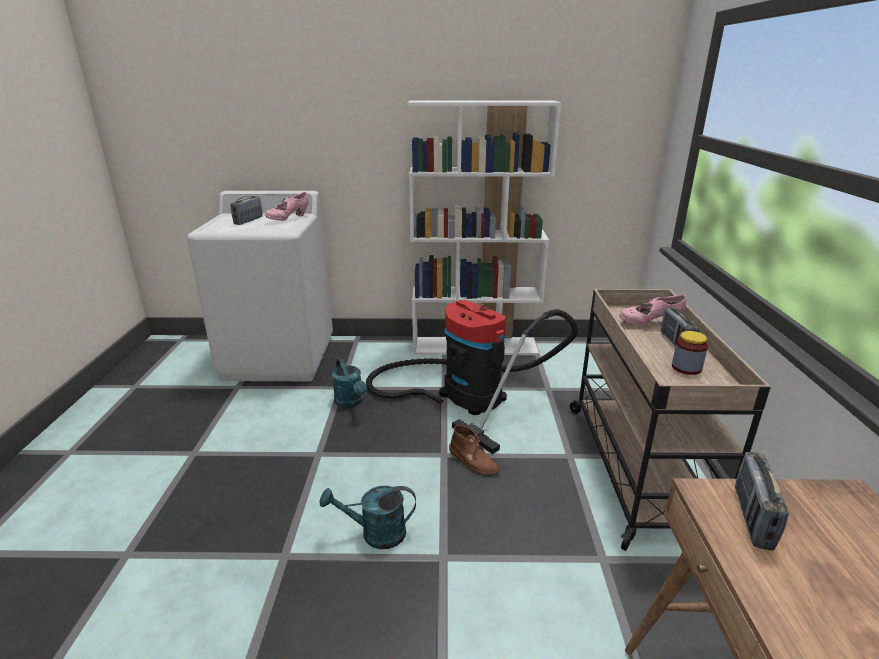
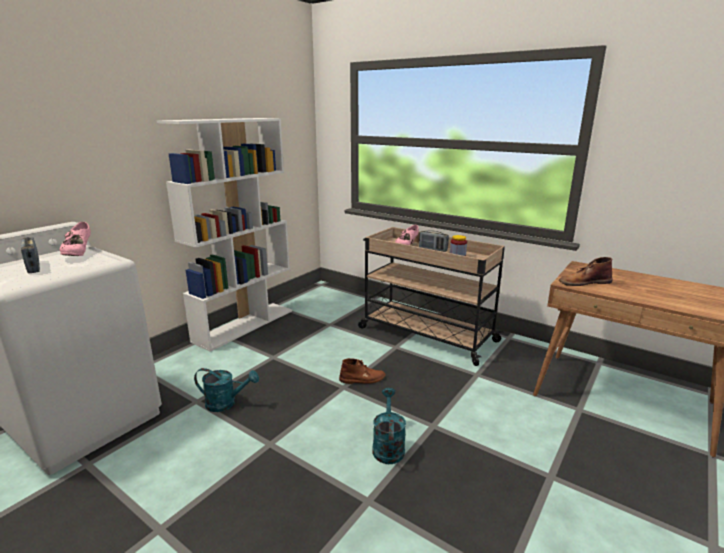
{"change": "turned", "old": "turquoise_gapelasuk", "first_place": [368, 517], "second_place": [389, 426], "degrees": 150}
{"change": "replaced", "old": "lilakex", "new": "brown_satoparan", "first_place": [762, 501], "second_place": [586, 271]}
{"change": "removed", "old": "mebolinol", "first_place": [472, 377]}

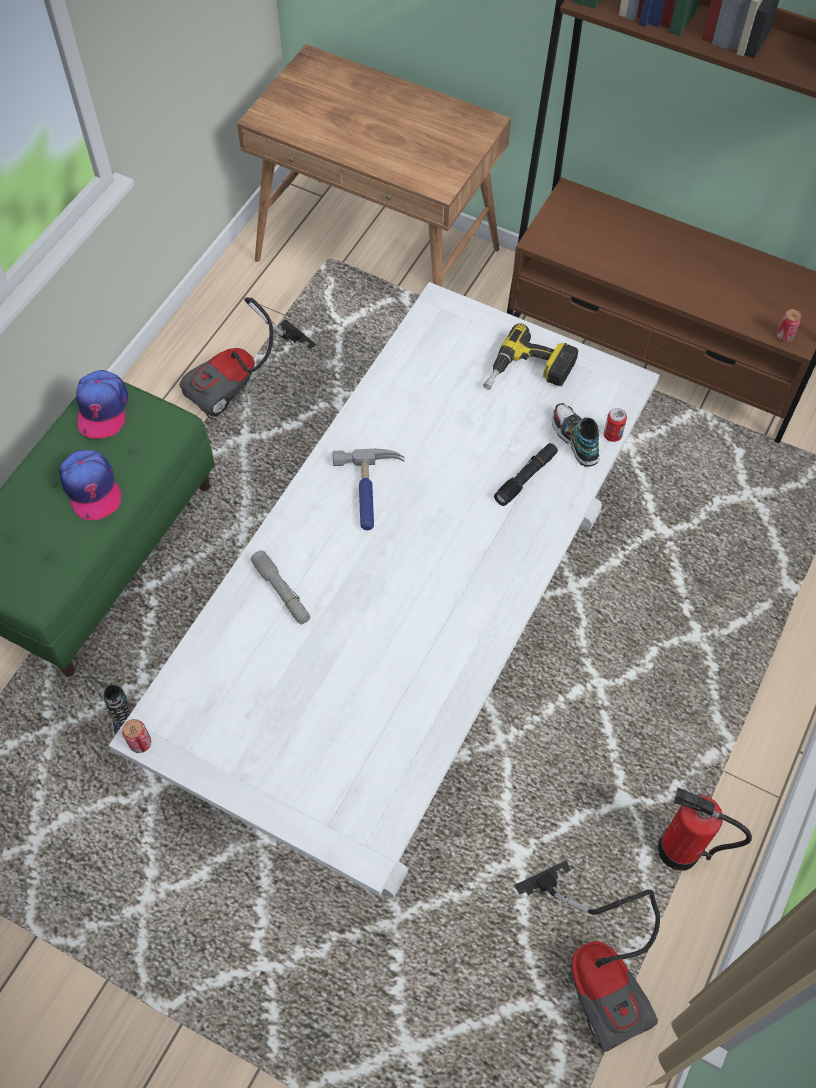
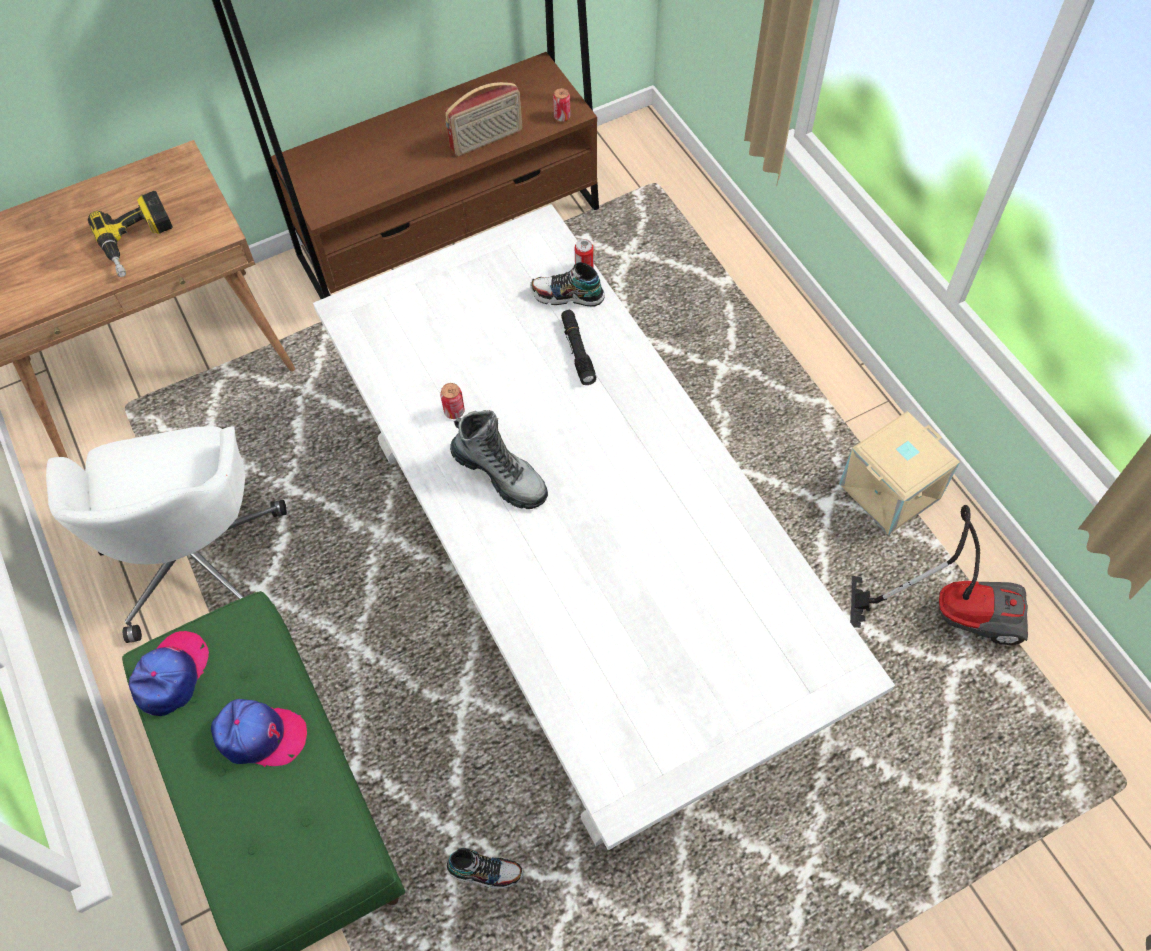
{"change": "replaced", "old": "mebolinol", "new": "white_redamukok", "first_place": [247, 358], "second_place": [166, 534]}
{"change": "moved", "old": "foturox", "first_place": [530, 356], "second_place": [130, 234]}
{"change": "turned", "old": "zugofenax", "first_place": [102, 404], "second_place": [169, 673], "degrees": -105}
{"change": "moved", "old": "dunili", "first_place": [136, 736], "second_place": [452, 401]}
{"change": "added", "new": "lilakex", "second_place": [483, 119]}
{"change": "replaced", "old": "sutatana", "new": "satoparan", "first_place": [369, 489], "second_place": [499, 459]}
{"change": "replaced", "old": "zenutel", "new": "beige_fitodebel", "first_place": [705, 829], "second_place": [899, 473]}
{"change": "removed", "old": "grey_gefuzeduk", "first_place": [280, 587]}

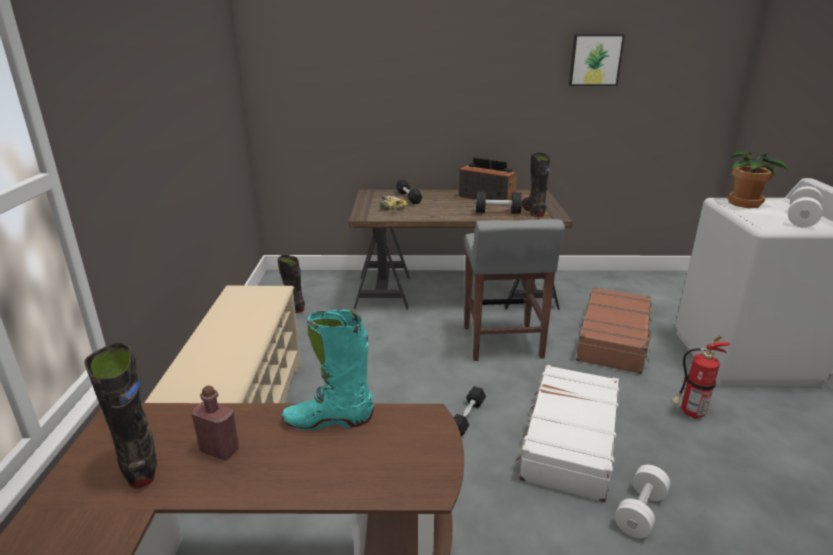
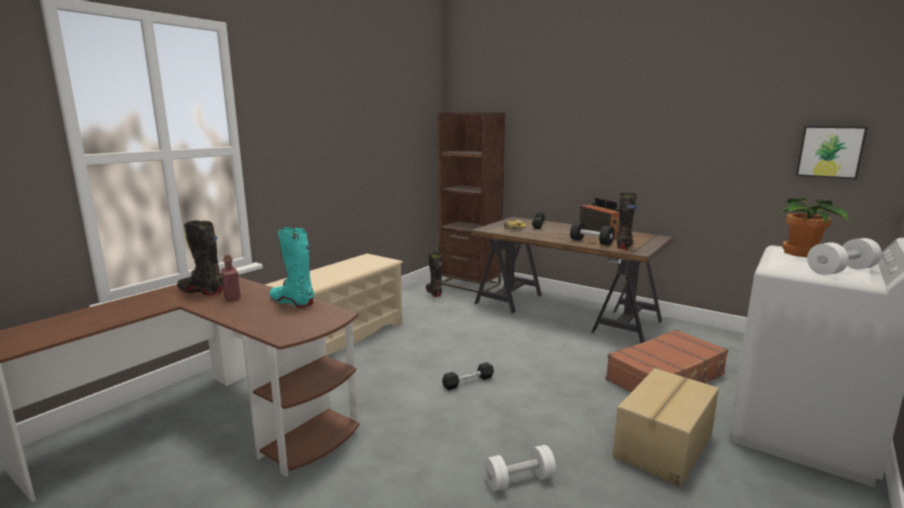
{"change": "turned", "old": "black_satoparan", "first_place": [120, 416], "second_place": [200, 257], "degrees": -75}
{"change": "added", "new": "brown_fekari", "second_place": [471, 203]}
{"change": "replaced", "old": "zenutel", "new": "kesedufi", "first_place": [701, 377], "second_place": [666, 427]}
{"change": "moved", "old": "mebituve", "first_place": [597, 60], "second_place": [832, 152]}
{"change": "removed", "old": "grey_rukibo", "first_place": [514, 290]}
{"change": "removed", "old": "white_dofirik", "first_place": [567, 433]}

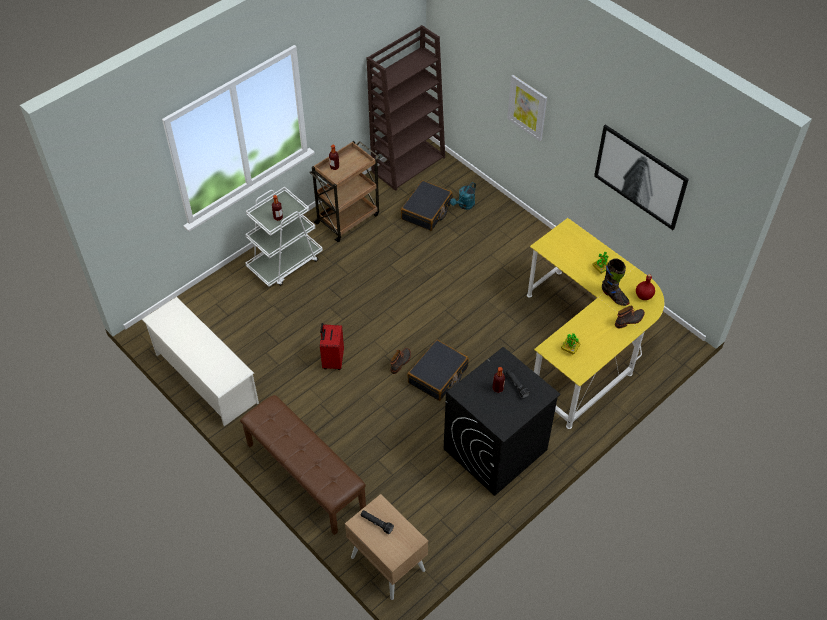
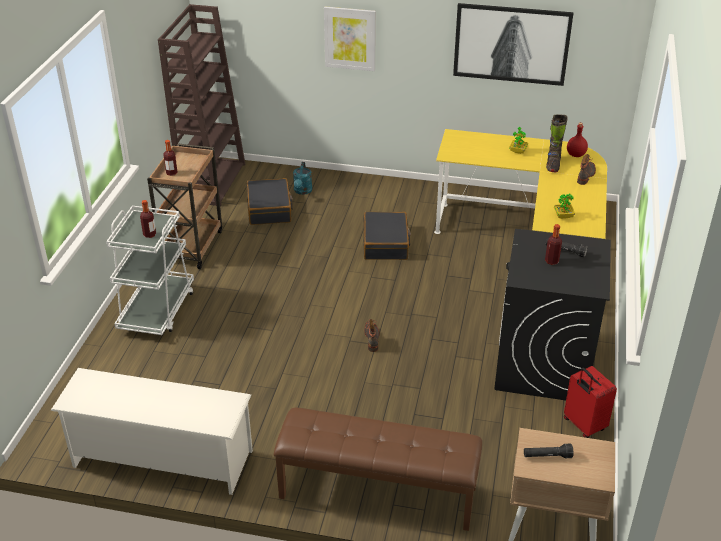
{"change": "moved", "old": "black_dofirik", "first_place": [438, 370], "second_place": [387, 236]}
{"change": "turned", "old": "black_satoparan", "first_place": [616, 282], "second_place": [557, 143], "degrees": 90}
{"change": "moved", "old": "red_dofirik", "first_place": [332, 346], "second_place": [590, 402]}

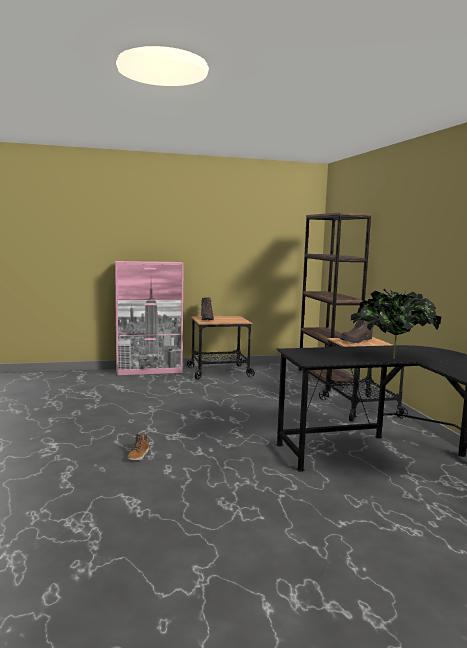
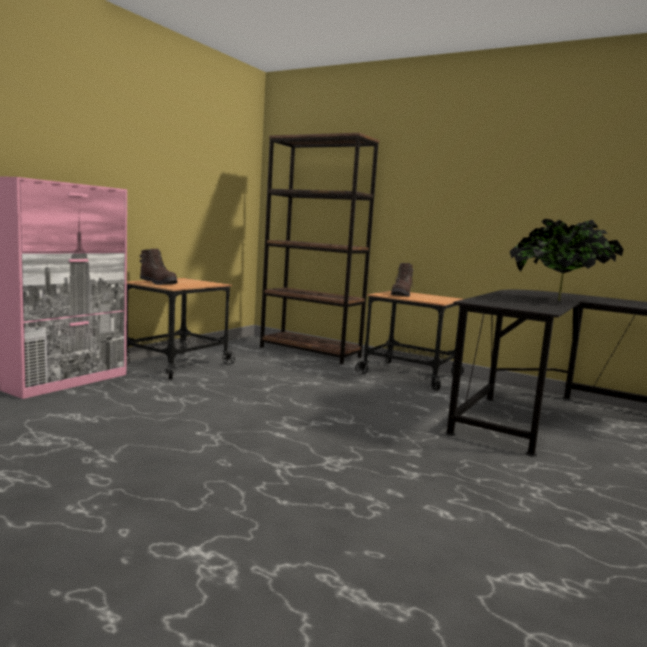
{"change": "removed", "old": "satoparan", "first_place": [138, 447]}

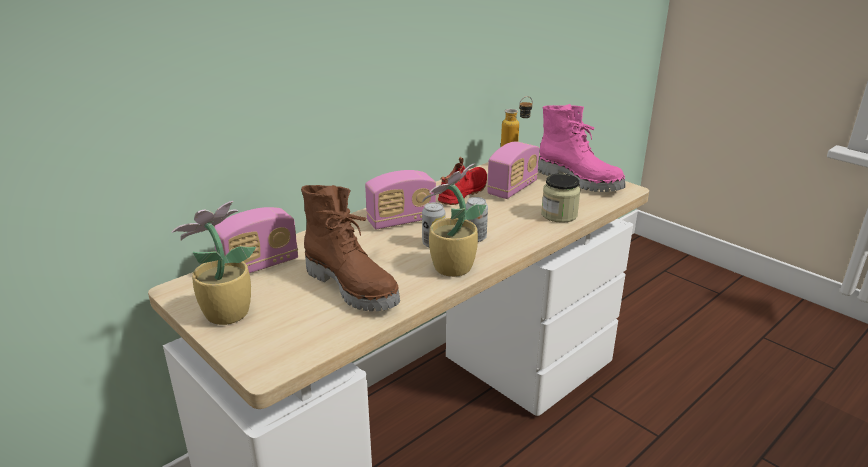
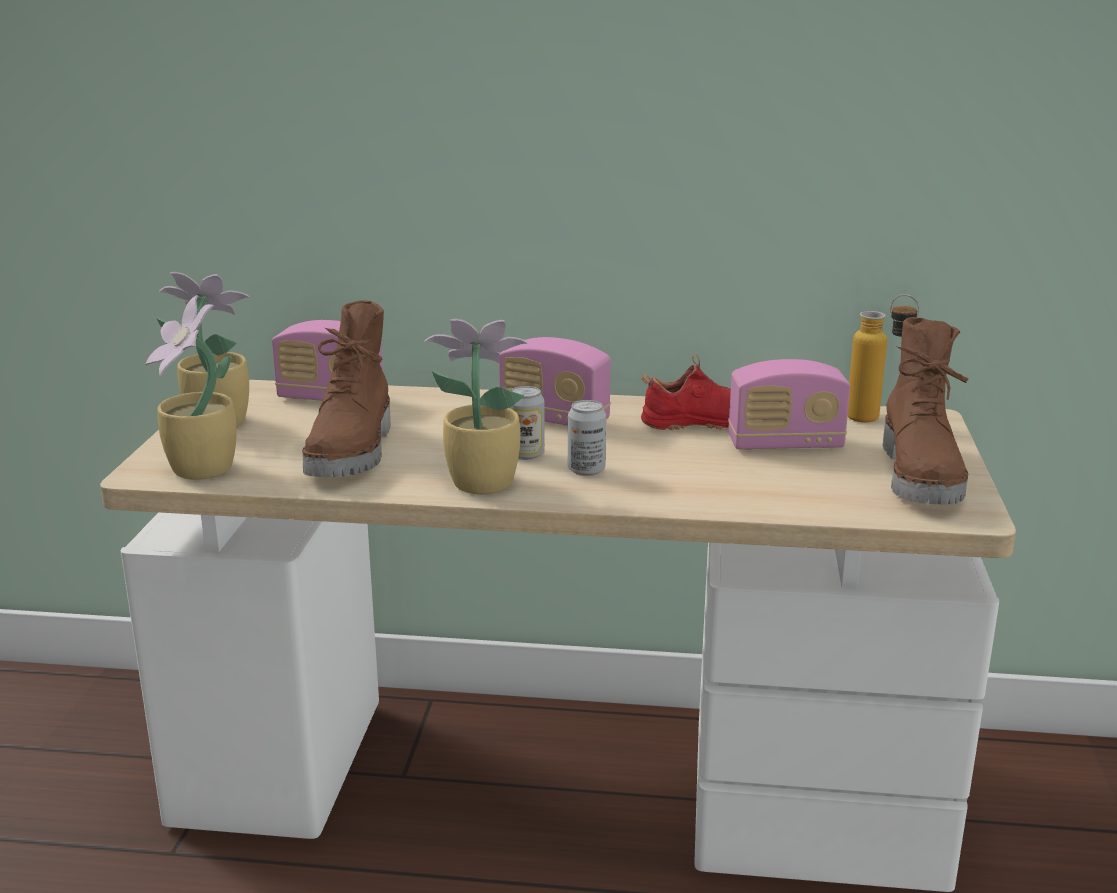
{"change": "added", "new": "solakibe", "second_place": [191, 387]}
{"change": "recoloured", "old": "pink_satoparan", "new": "brown_satoparan", "first_place": [582, 148], "second_place": [926, 411]}
{"change": "removed", "old": "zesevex", "first_place": [561, 198]}

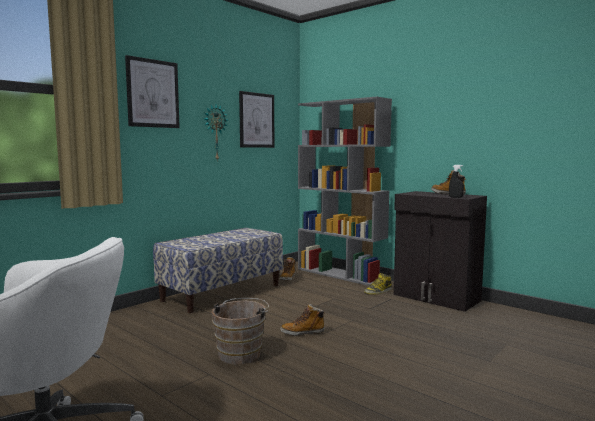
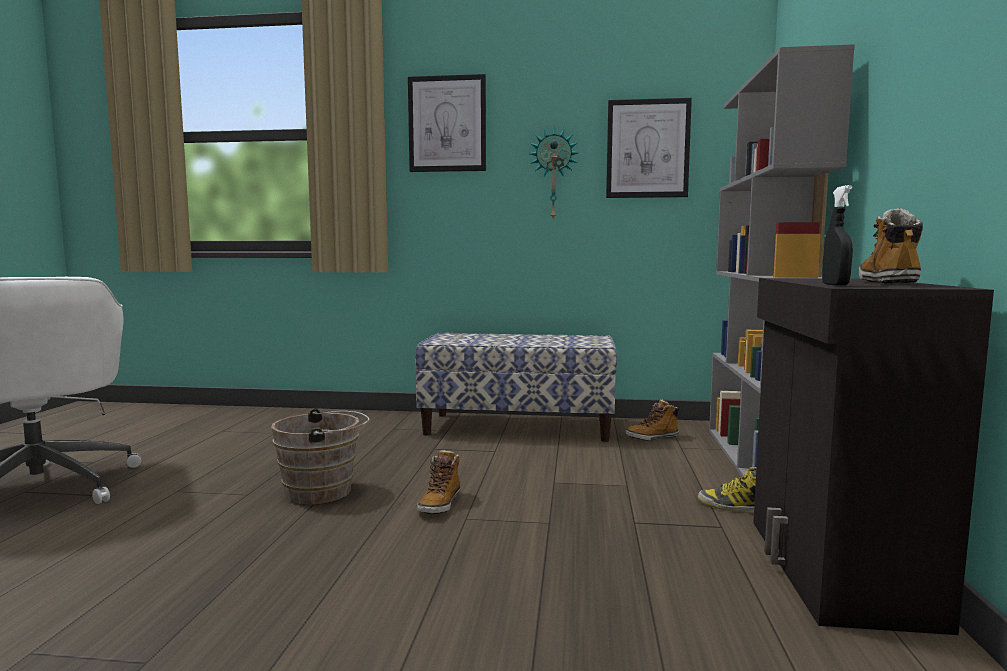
{"change": "turned", "old": "satoparan", "first_place": [303, 320], "second_place": [439, 482], "degrees": -120}

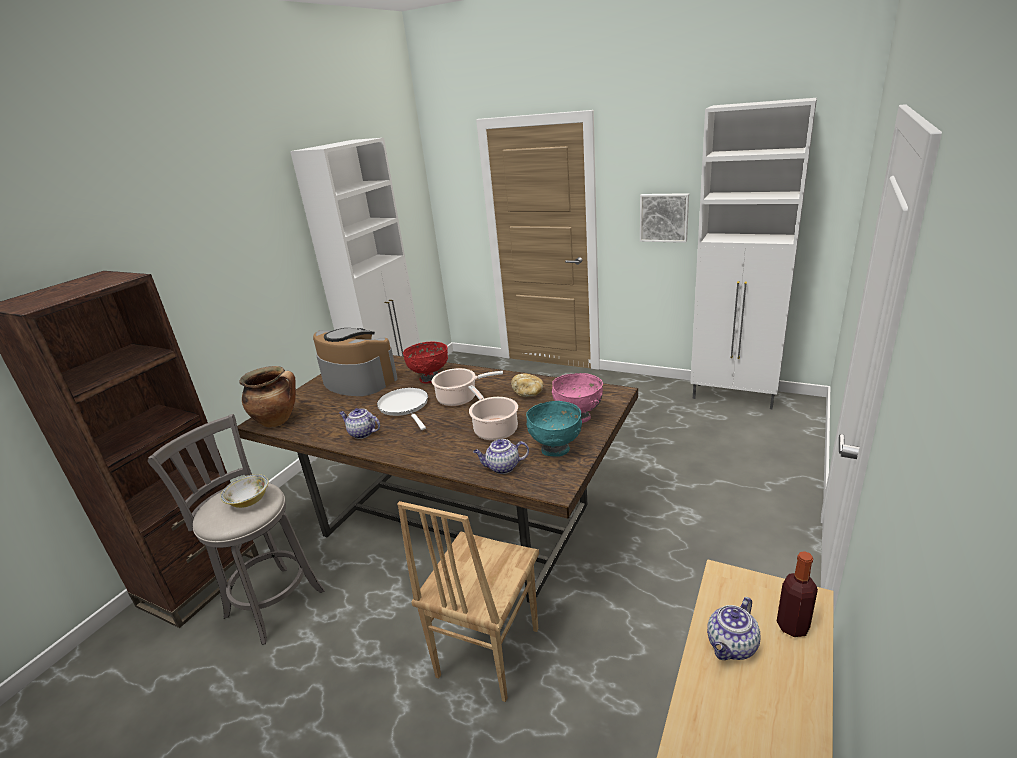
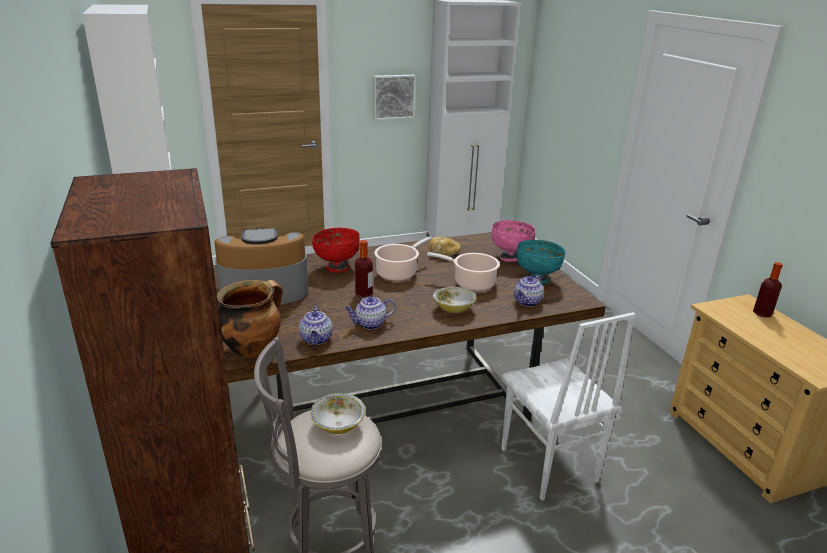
{"change": "moved", "old": "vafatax", "first_place": [734, 628], "second_place": [316, 325]}
{"change": "replaced", "old": "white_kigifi", "new": "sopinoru", "first_place": [402, 409], "second_place": [364, 268]}
{"change": "added", "new": "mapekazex", "second_place": [455, 300]}
{"change": "recoloured", "old": "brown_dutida", "new": "white_dutida", "first_place": [468, 601], "second_place": [568, 406]}

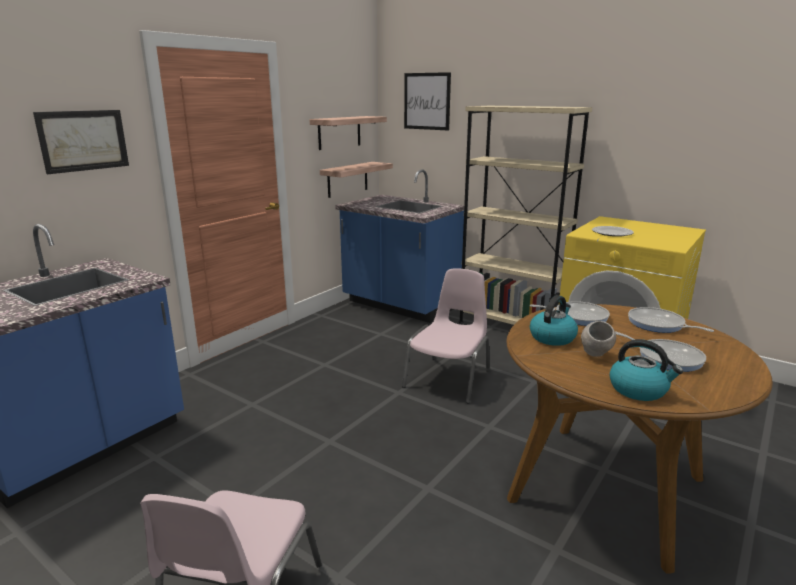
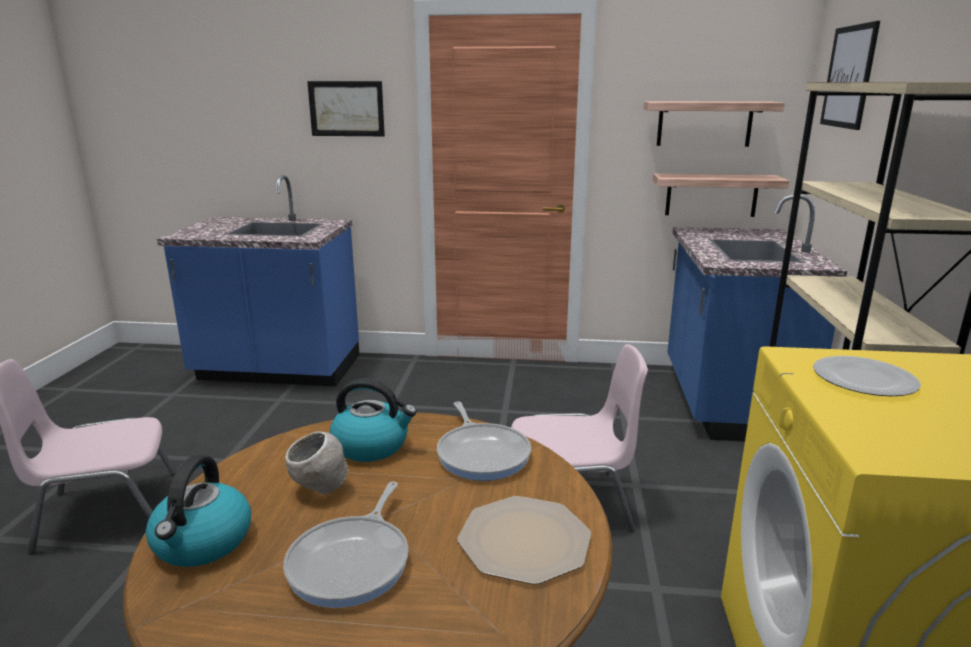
{"change": "replaced", "old": "kigifi", "new": "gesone", "first_place": [671, 320], "second_place": [524, 540]}

